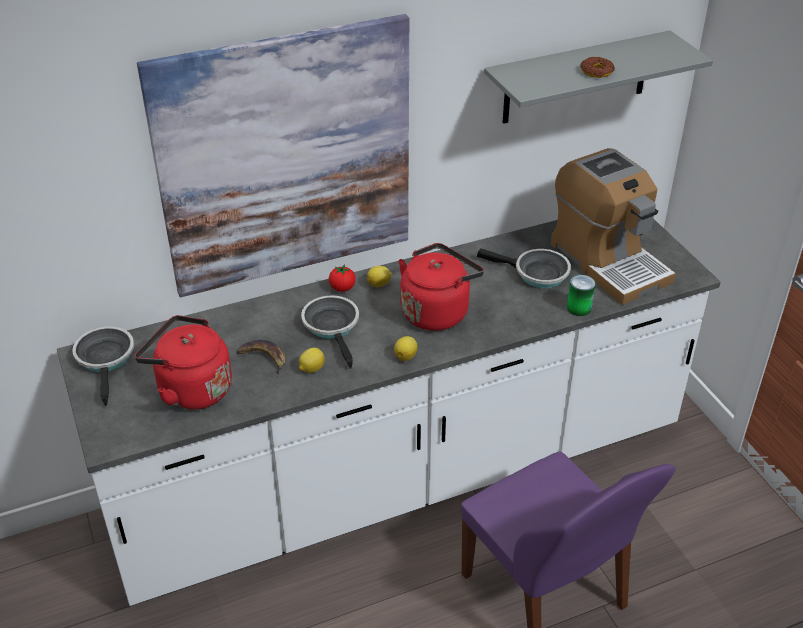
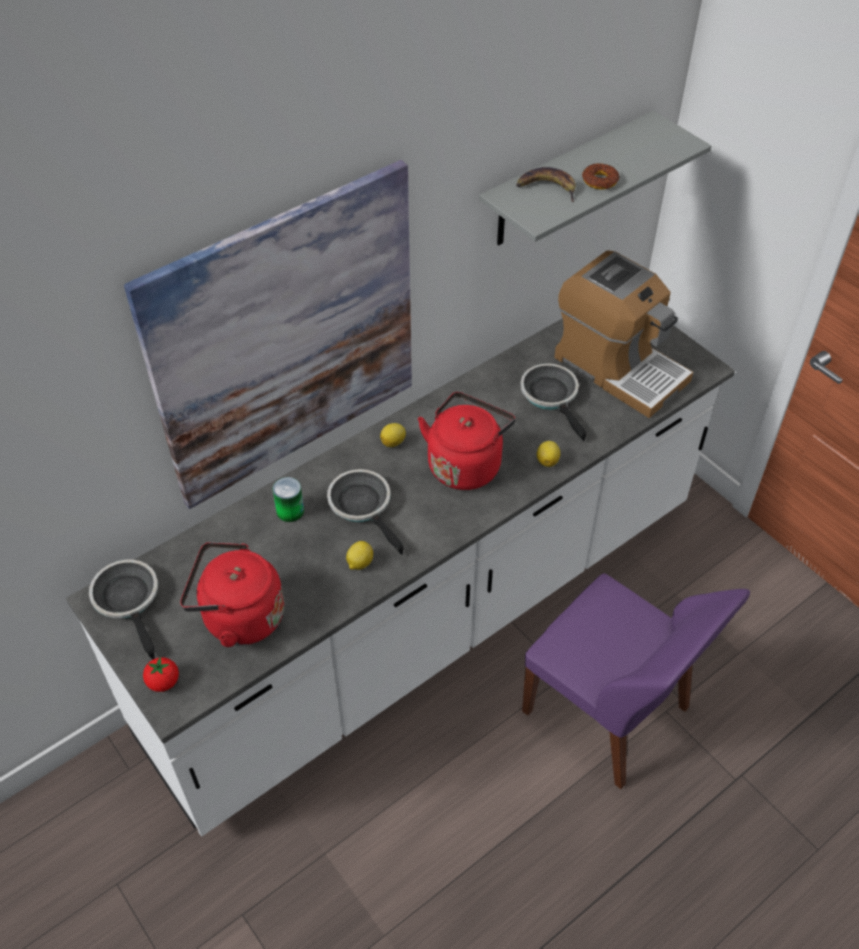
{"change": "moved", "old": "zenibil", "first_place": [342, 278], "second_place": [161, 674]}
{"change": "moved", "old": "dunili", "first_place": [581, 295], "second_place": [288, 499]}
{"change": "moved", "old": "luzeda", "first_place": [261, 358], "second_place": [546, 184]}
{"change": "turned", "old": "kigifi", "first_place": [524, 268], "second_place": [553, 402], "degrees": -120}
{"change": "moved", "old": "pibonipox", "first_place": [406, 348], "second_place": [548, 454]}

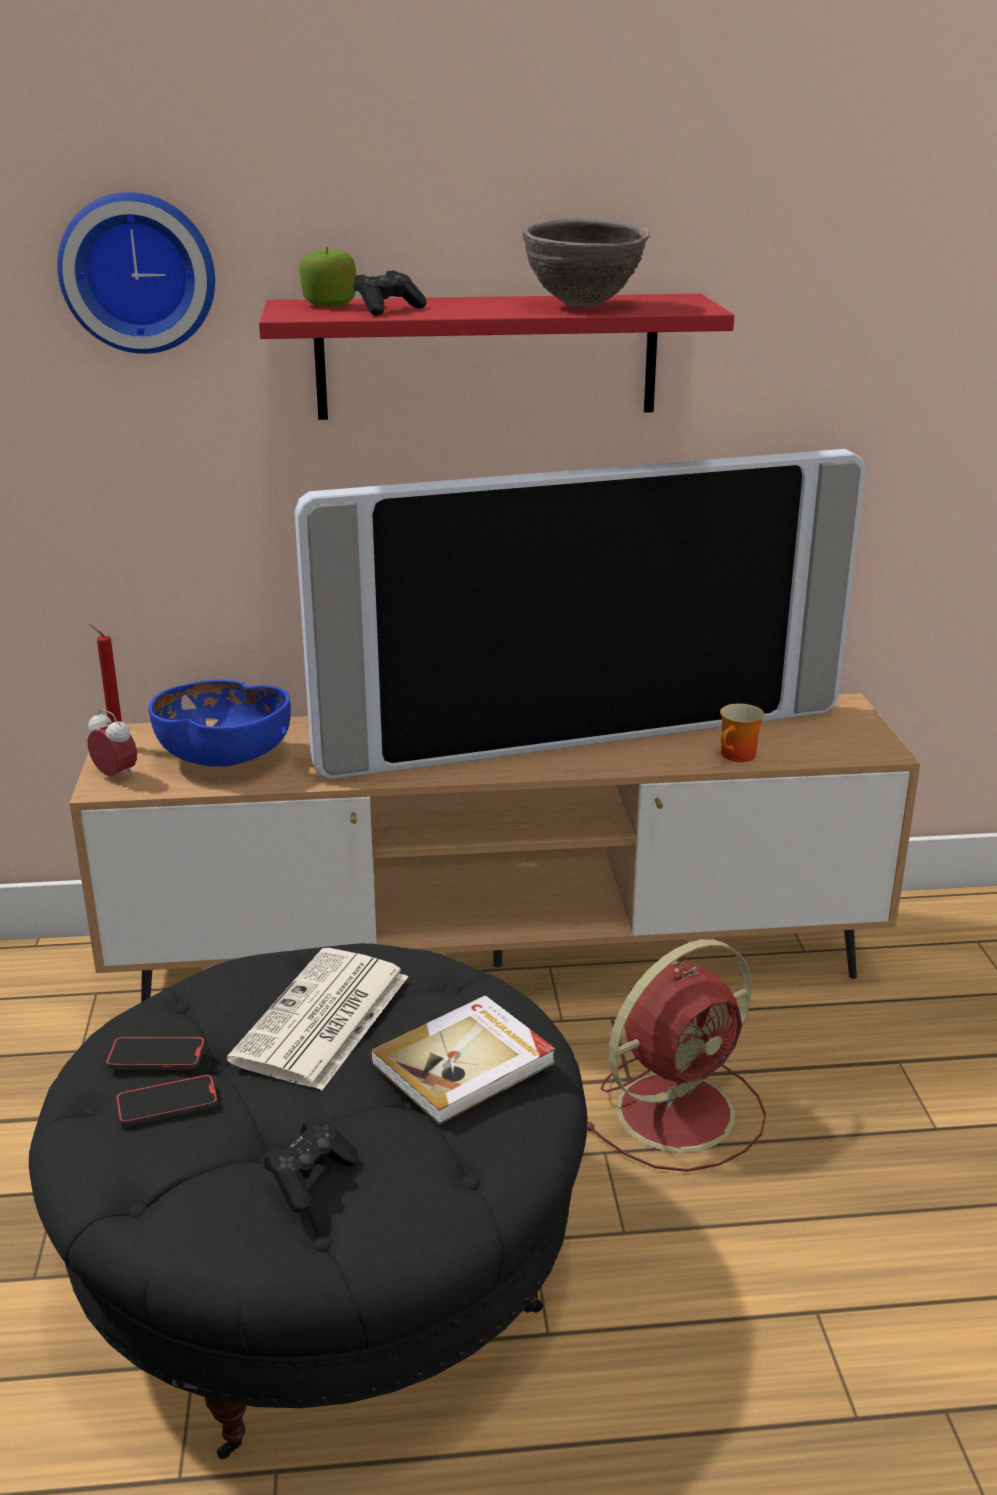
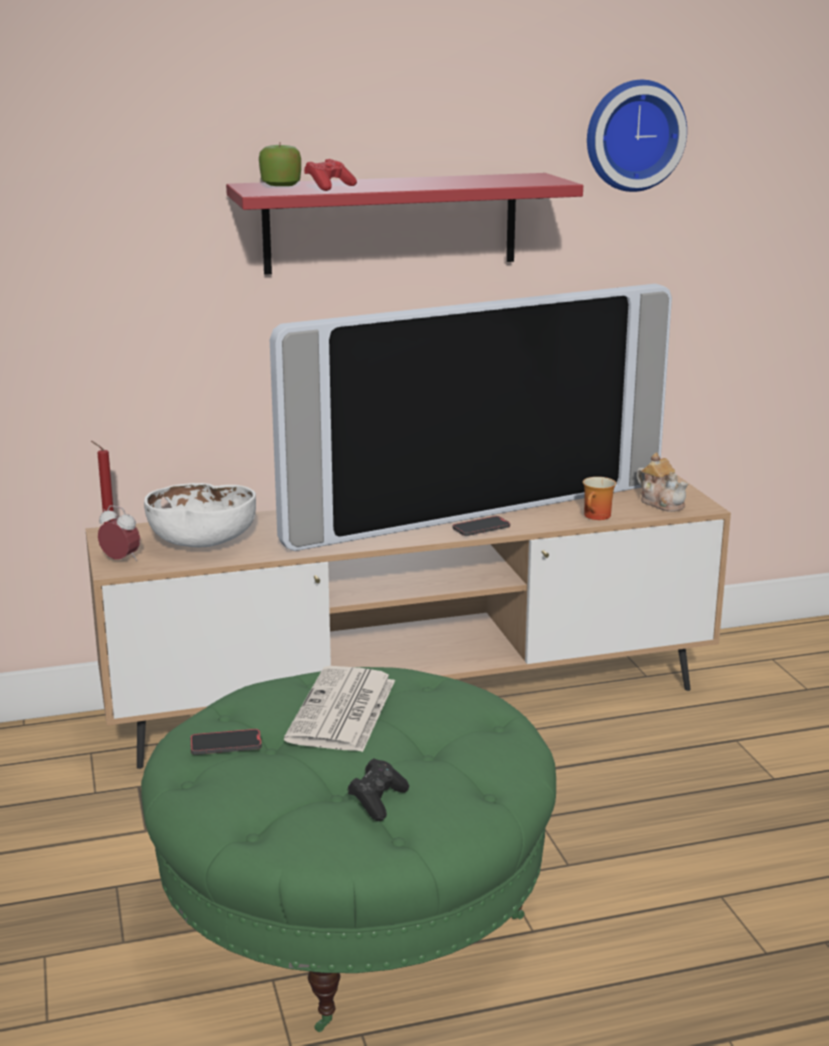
{"change": "recoloured", "old": "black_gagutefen", "new": "green_gagutefen", "first_place": [308, 1201], "second_place": [348, 849]}
{"change": "recoloured", "old": "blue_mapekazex", "new": "white_mapekazex", "first_place": [220, 723], "second_place": [200, 515]}
{"change": "recoloured", "old": "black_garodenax", "new": "red_garodenax", "first_place": [390, 292], "second_place": [330, 175]}
{"change": "moved", "old": "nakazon", "first_place": [167, 1100], "second_place": [481, 526]}
{"change": "moved", "old": "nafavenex", "first_place": [136, 273], "second_place": [637, 136]}
{"change": "added", "new": "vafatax", "second_place": [662, 482]}
{"change": "removed", "old": "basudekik", "first_place": [463, 1060]}
{"change": "removed", "old": "brown_mapekazex", "first_place": [586, 263]}
{"change": "removed", "old": "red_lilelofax", "first_place": [676, 1055]}

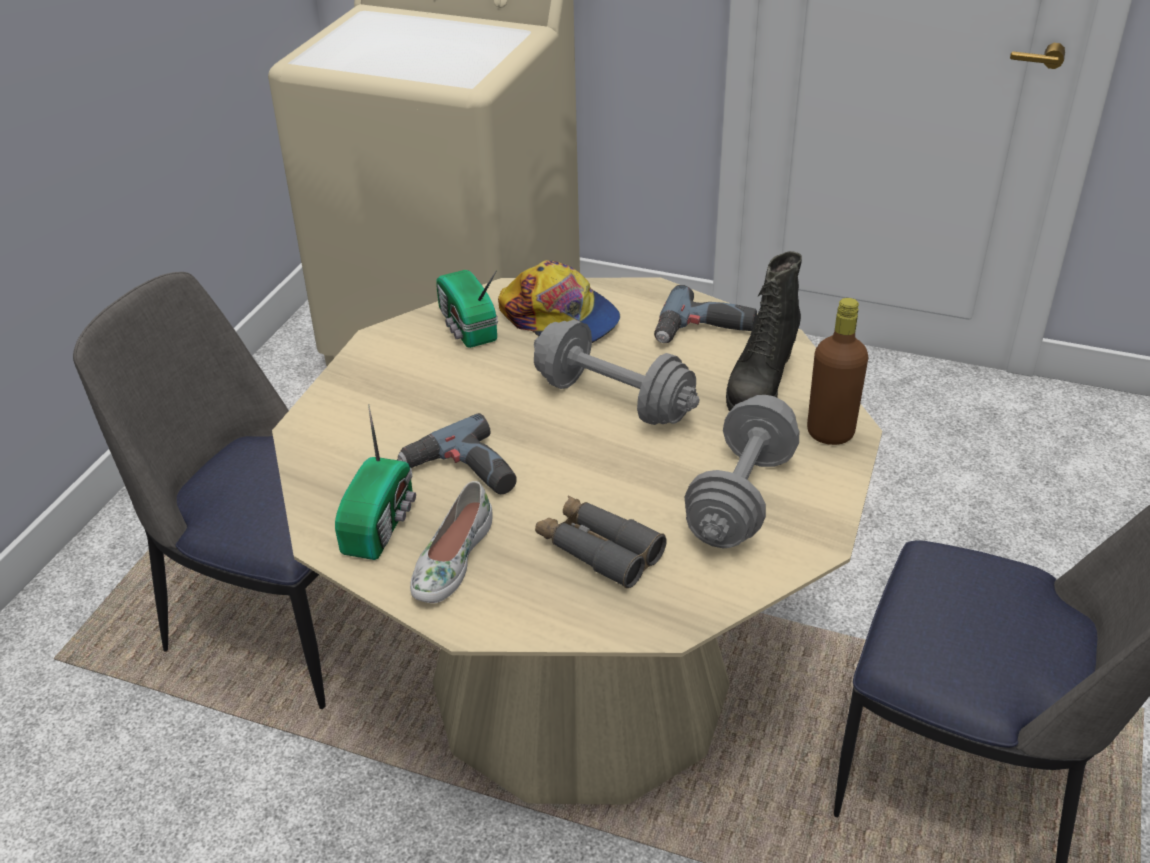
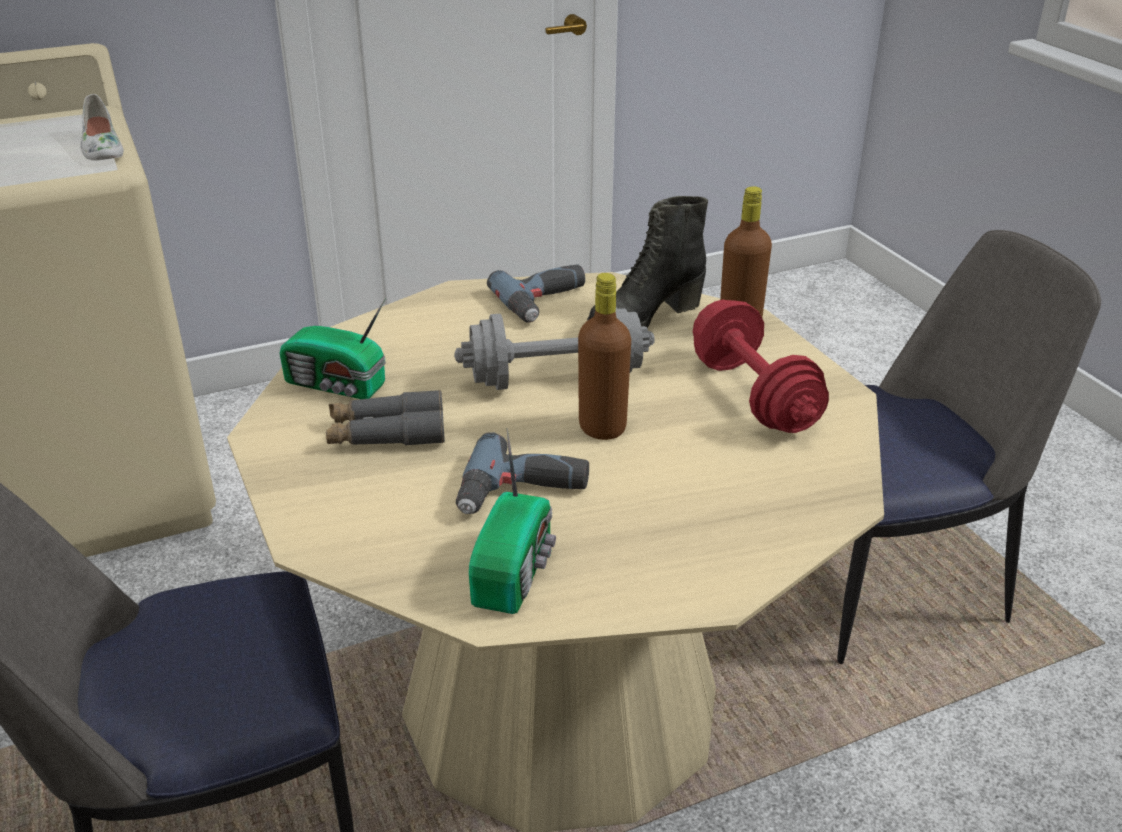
{"change": "moved", "old": "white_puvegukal", "first_place": [451, 542], "second_place": [102, 127]}
{"change": "moved", "old": "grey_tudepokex", "first_place": [601, 542], "second_place": [385, 418]}
{"change": "turned", "old": "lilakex", "first_place": [375, 482], "second_place": [512, 521], "degrees": 45}
{"change": "added", "new": "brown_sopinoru", "second_place": [604, 356]}
{"change": "turned", "old": "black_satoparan", "first_place": [764, 331], "second_place": [647, 262], "degrees": 75}
{"change": "recoloured", "old": "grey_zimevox", "new": "red_zimevox", "first_place": [741, 471], "second_place": [761, 366]}
{"change": "removed", "old": "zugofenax", "first_place": [559, 301]}

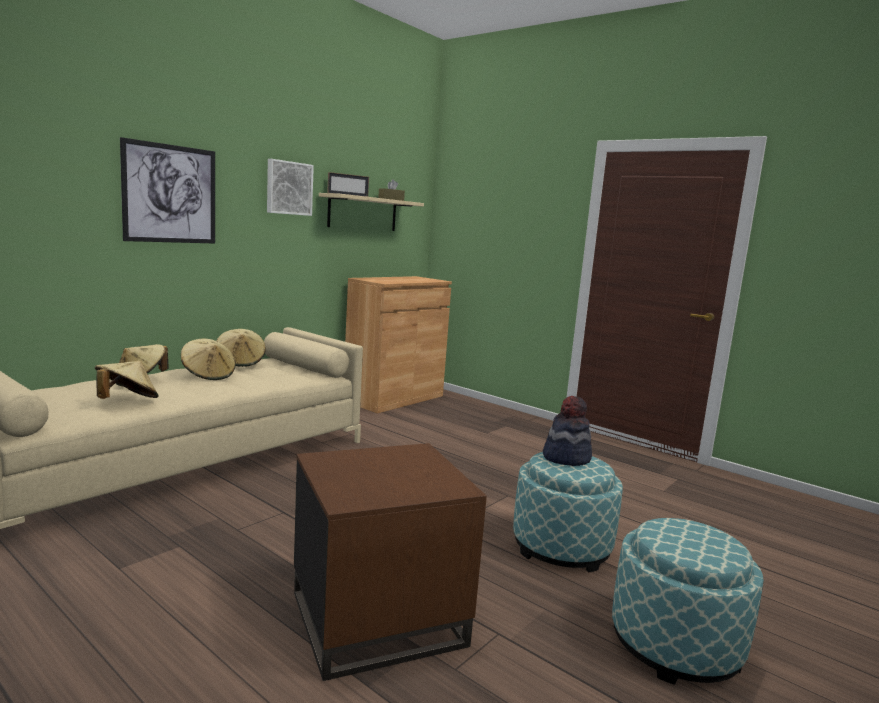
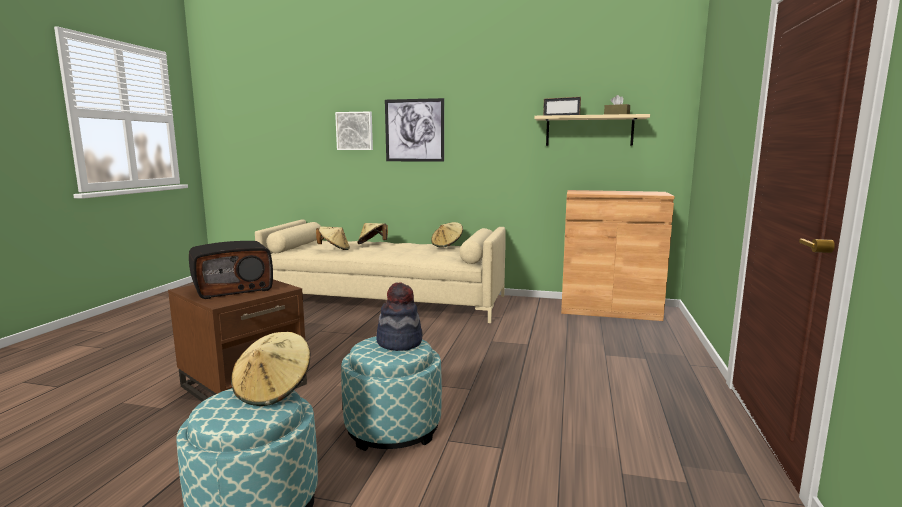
{"change": "added", "new": "lilakex", "second_place": [231, 270]}
{"change": "moved", "old": "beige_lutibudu", "first_place": [208, 359], "second_place": [270, 369]}
{"change": "moved", "old": "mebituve", "first_place": [290, 187], "second_place": [354, 131]}

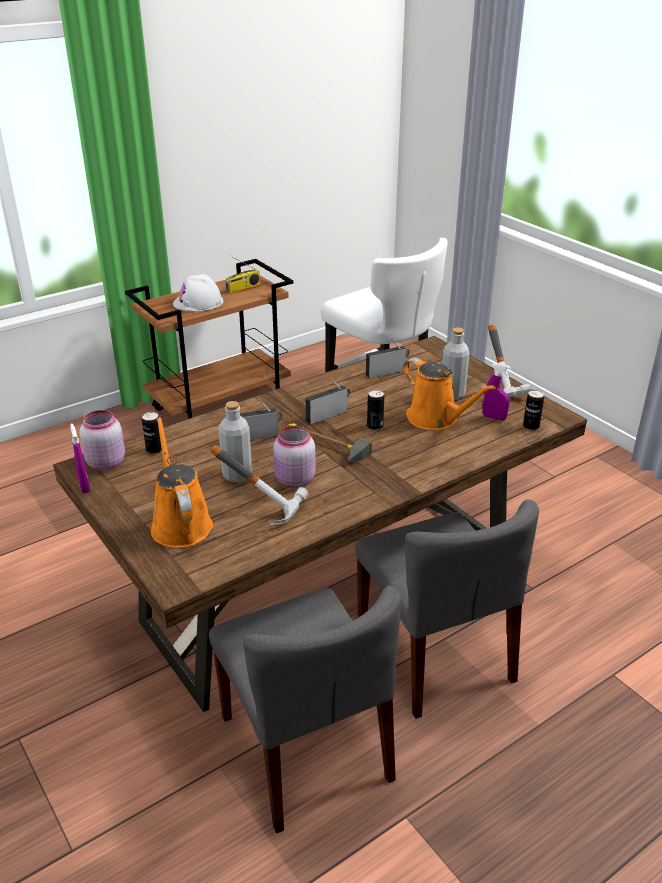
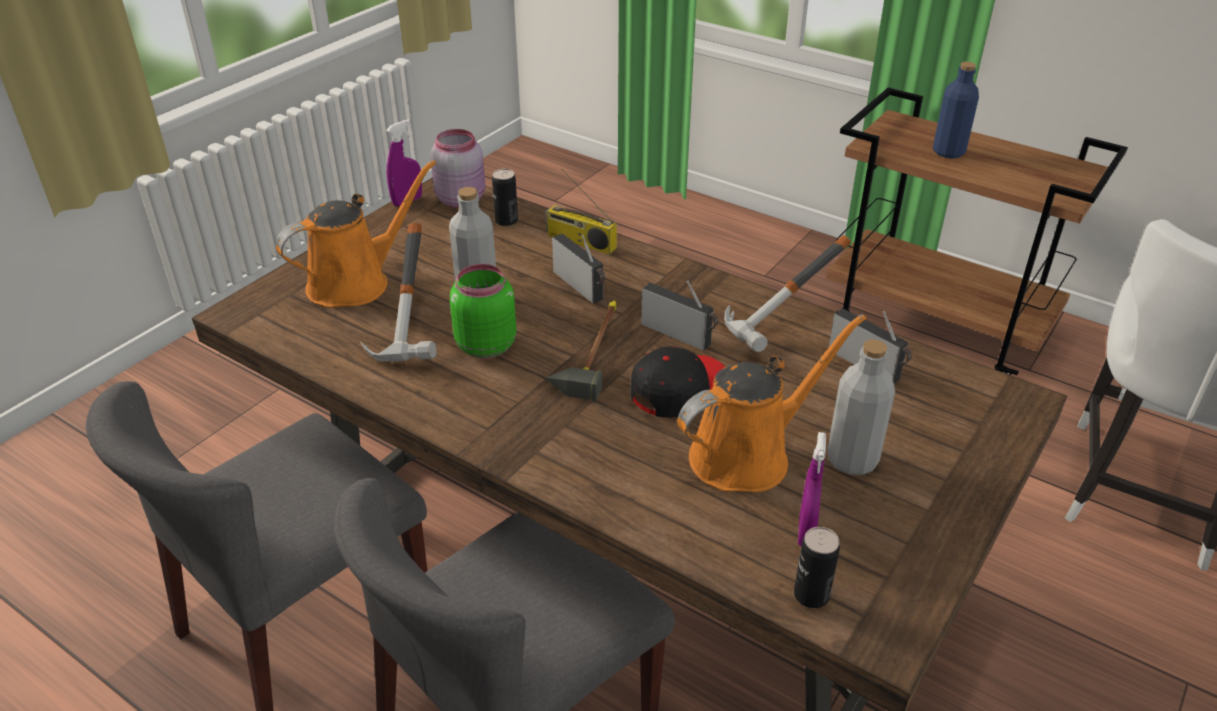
{"change": "recoloured", "old": "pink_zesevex", "new": "green_zesevex", "first_place": [294, 457], "second_place": [483, 311]}
{"change": "moved", "old": "lilakex", "first_place": [242, 274], "second_place": [581, 212]}
{"change": "replaced", "old": "dunili", "new": "black_zugofenax", "first_place": [375, 409], "second_place": [677, 382]}
{"change": "turned", "old": "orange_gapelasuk", "first_place": [449, 394], "second_place": [771, 403], "degrees": -150}
{"change": "moved", "old": "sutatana", "first_place": [509, 361], "second_place": [787, 293]}
{"change": "replaced", "old": "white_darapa", "new": "blue_sopinoru", "first_place": [198, 292], "second_place": [956, 110]}

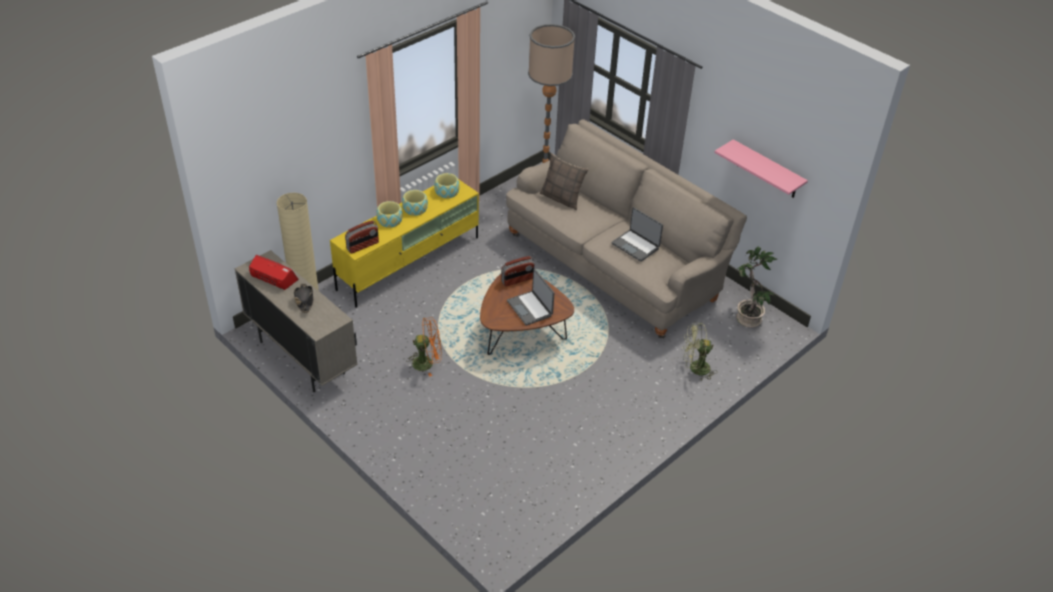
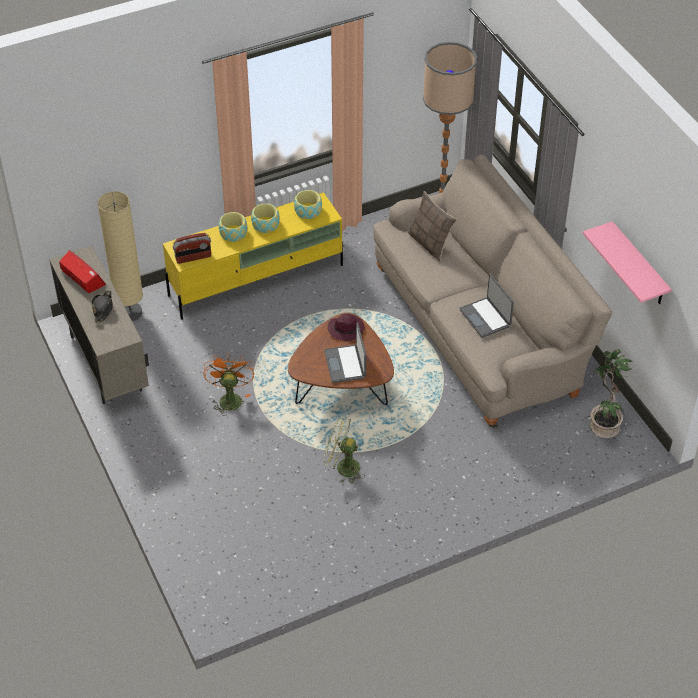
{"change": "turned", "old": "orange_lilelofax", "first_place": [424, 346], "second_place": [228, 384], "degrees": -105}
{"change": "moved", "old": "green_lilelofax", "first_place": [699, 352], "second_place": [344, 450]}
{"change": "replaced", "old": "lilakex", "new": "purple_lutibudu", "first_place": [518, 271], "second_place": [346, 327]}

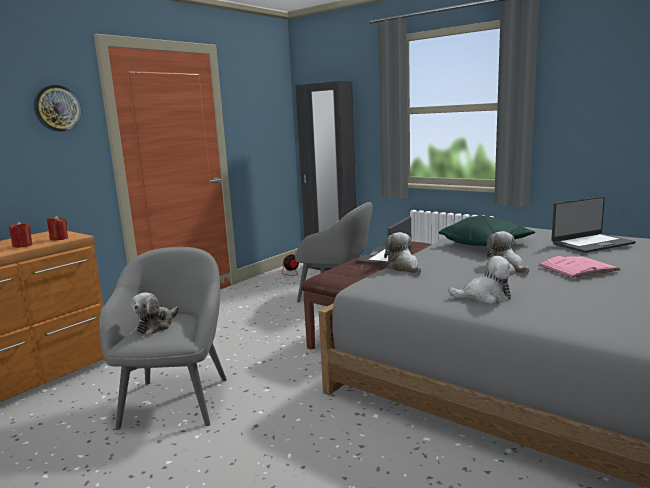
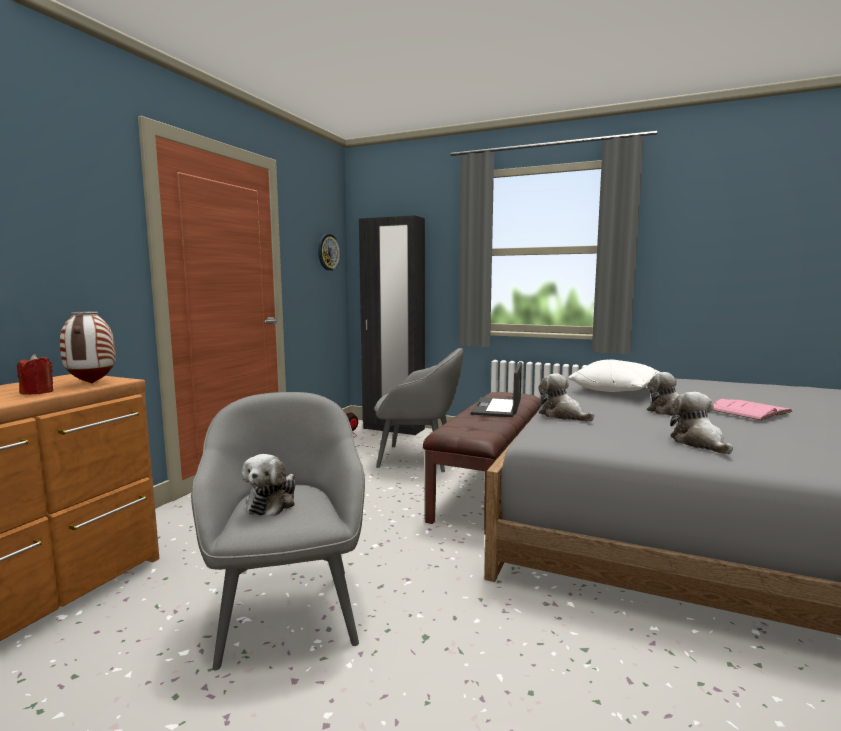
{"change": "replaced", "old": "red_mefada", "new": "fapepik", "first_place": [57, 227], "second_place": [88, 347]}
{"change": "moved", "old": "nafavenex", "first_place": [58, 108], "second_place": [329, 252]}
{"change": "recoloured", "old": "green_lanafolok", "new": "white_lanafolok", "first_place": [486, 231], "second_place": [614, 375]}
{"change": "turned", "old": "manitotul", "first_place": [482, 280], "second_place": [701, 423], "degrees": -90}
{"change": "removed", "old": "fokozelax", "first_place": [593, 224]}

